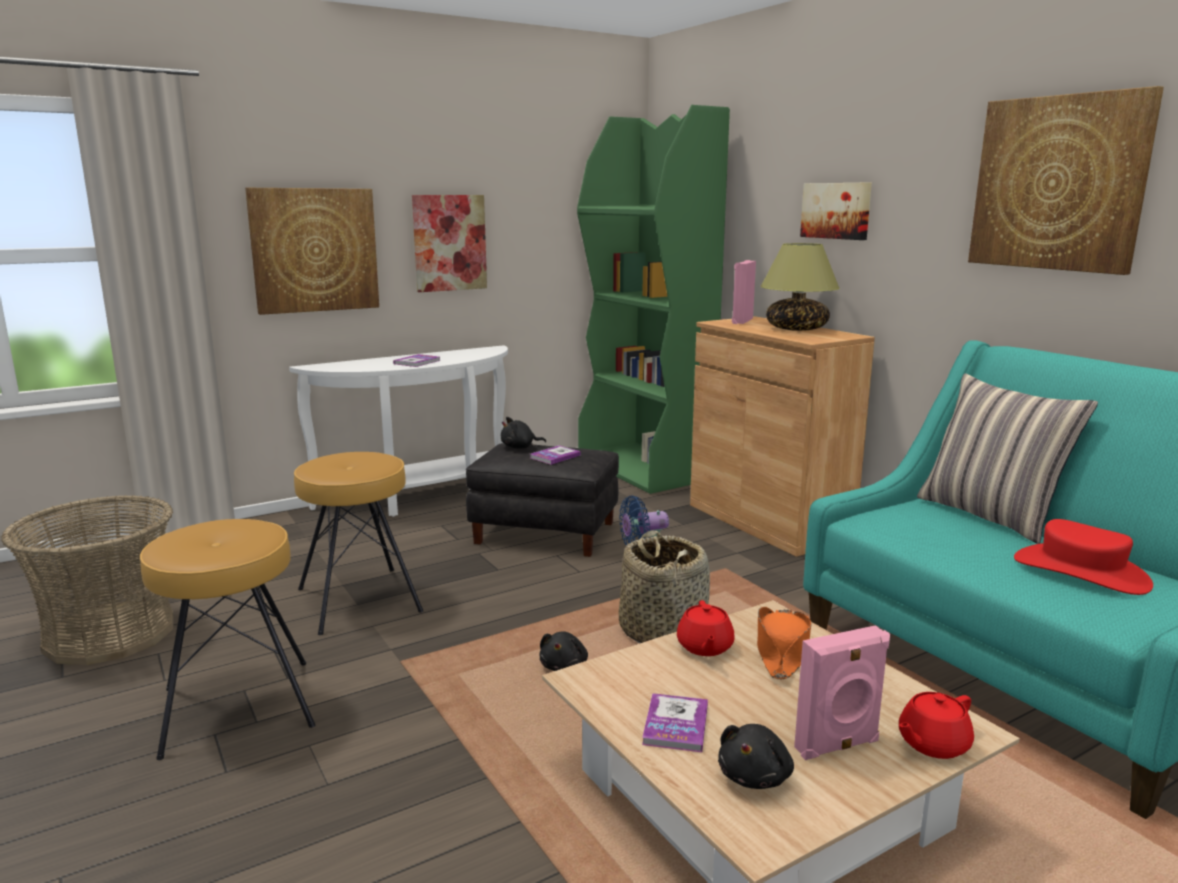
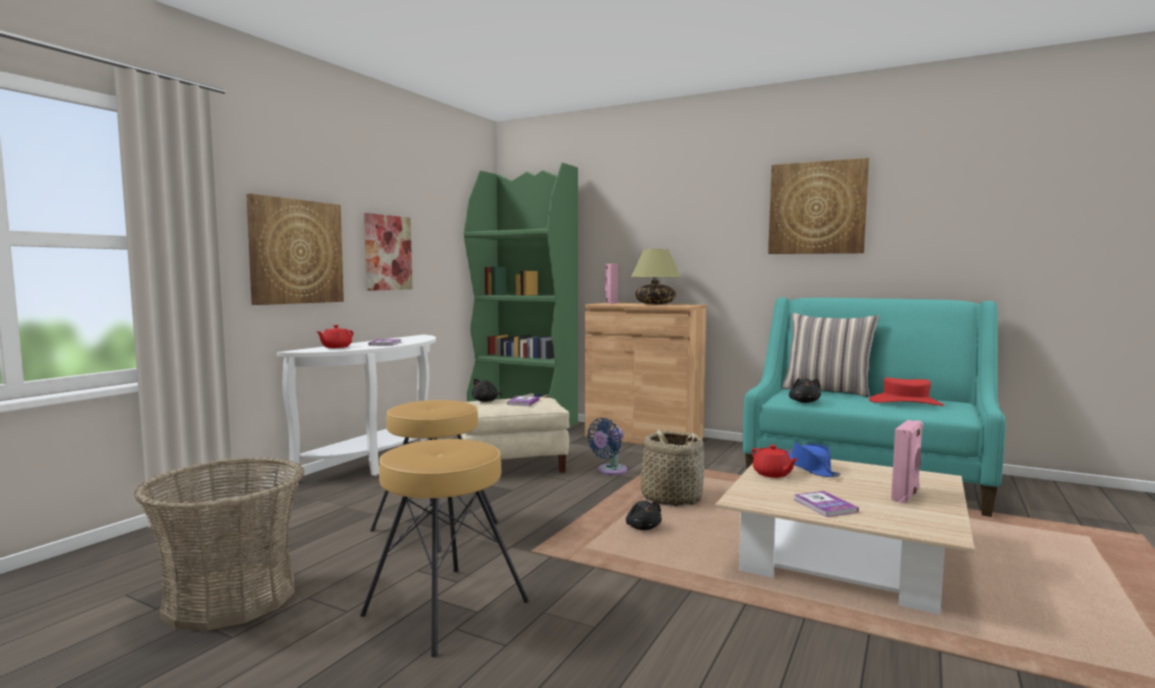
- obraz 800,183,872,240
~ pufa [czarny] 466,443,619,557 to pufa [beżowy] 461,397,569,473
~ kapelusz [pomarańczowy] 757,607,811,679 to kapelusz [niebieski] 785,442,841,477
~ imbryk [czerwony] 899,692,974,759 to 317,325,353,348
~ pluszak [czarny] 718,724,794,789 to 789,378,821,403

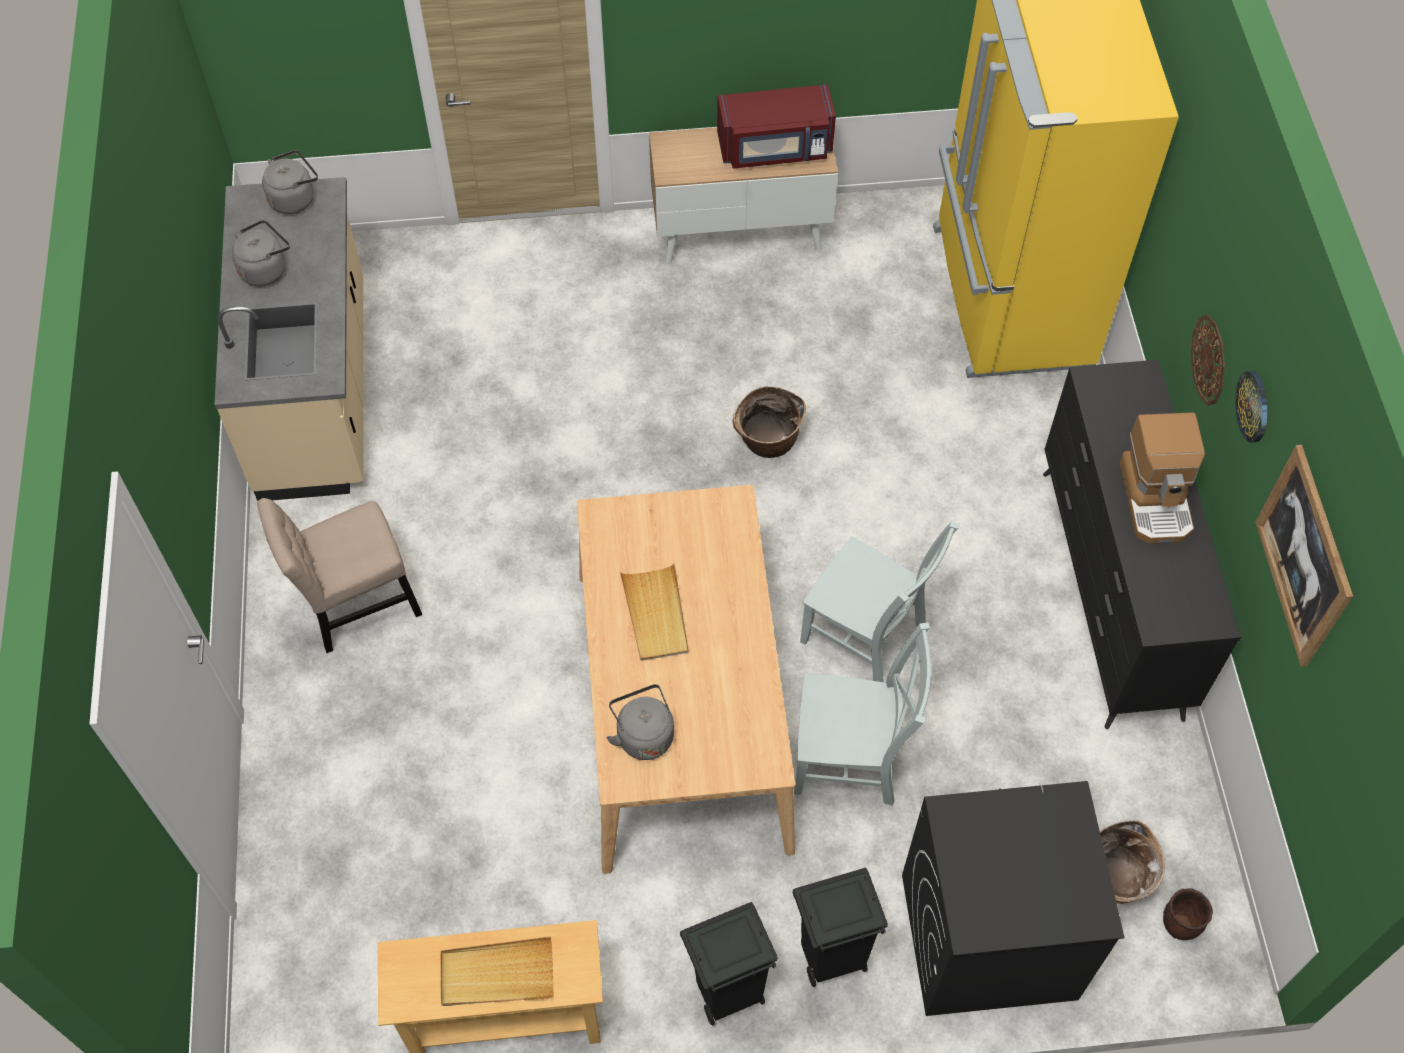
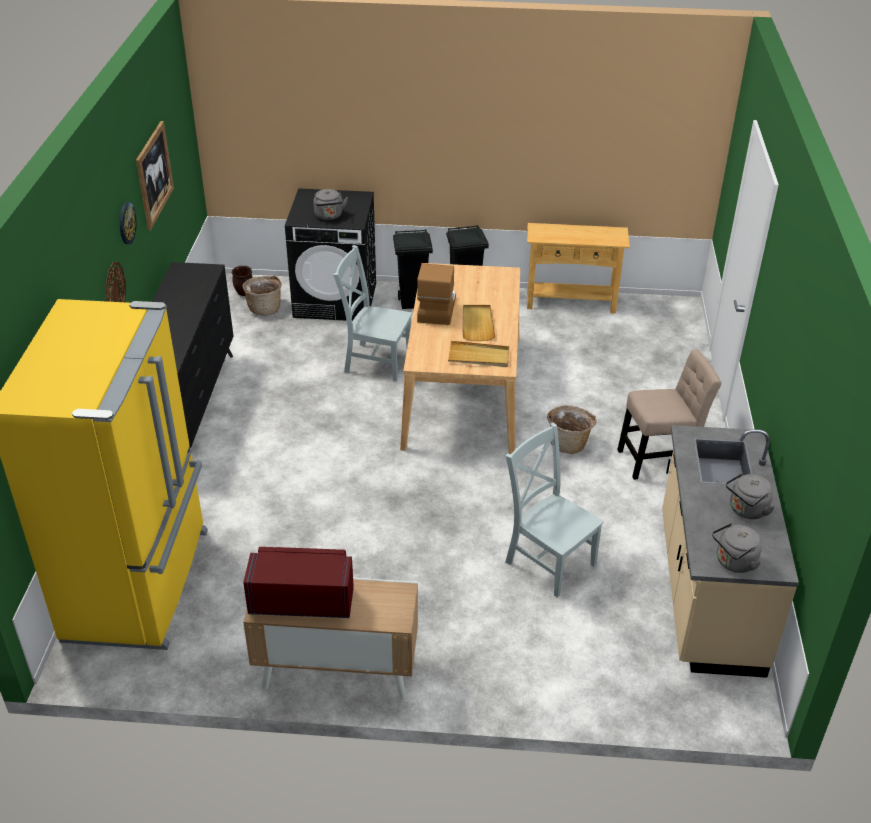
~ koszyk 732,386,806,458 to 547,405,596,454
~ ekspres do kawy 1120,412,1205,544 to 417,264,456,325
~ krzesło [szary] 800,521,960,682 to 505,422,604,598
~ czajnik [szary] 606,684,674,760 to 313,189,348,220
~ taca [beżowy] 440,937,554,1006 to 448,341,509,367

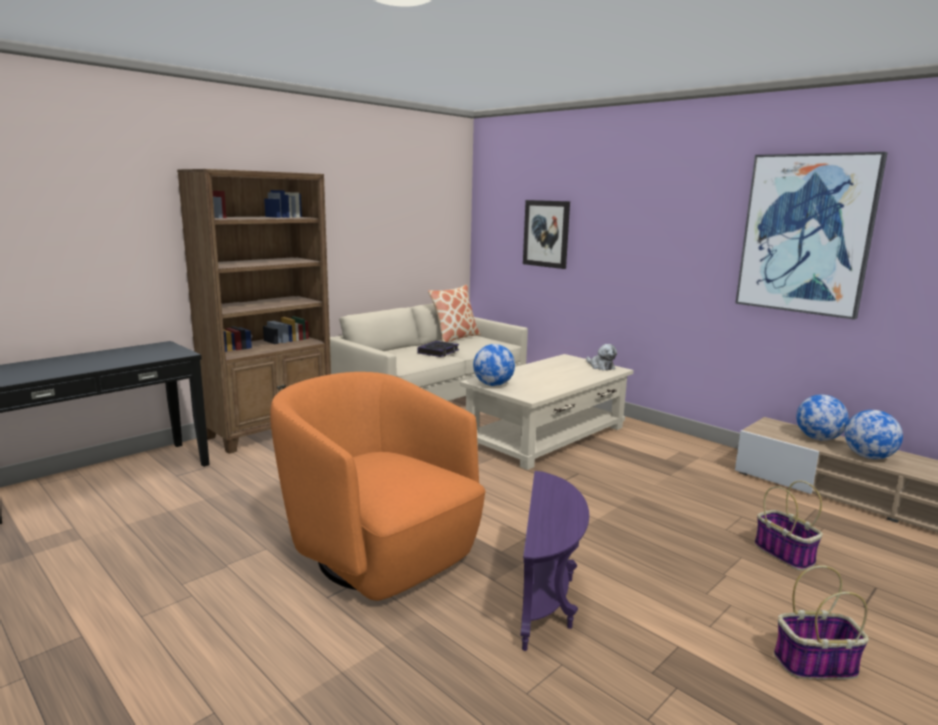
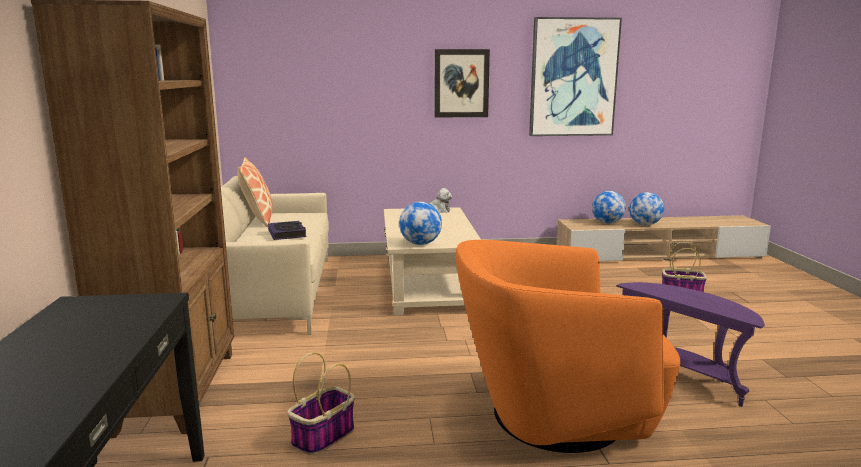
~ obraz 523,200,570,269 to 435,49,490,117
~ koszyk 774,565,869,680 to 287,352,355,455

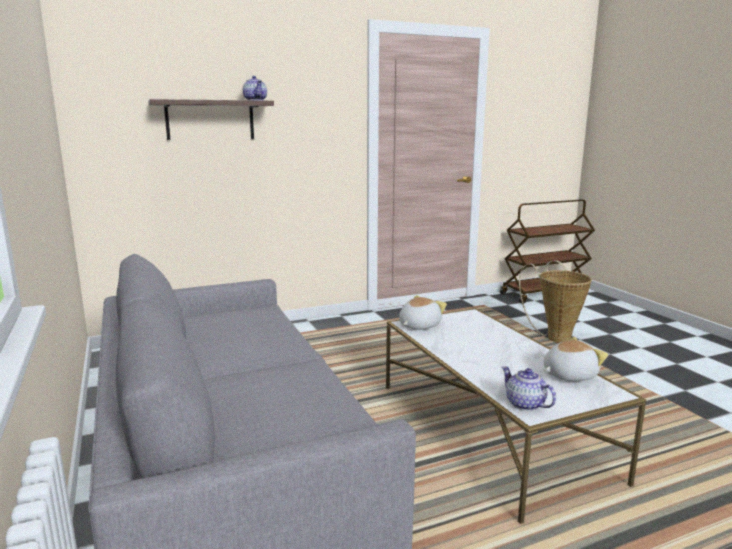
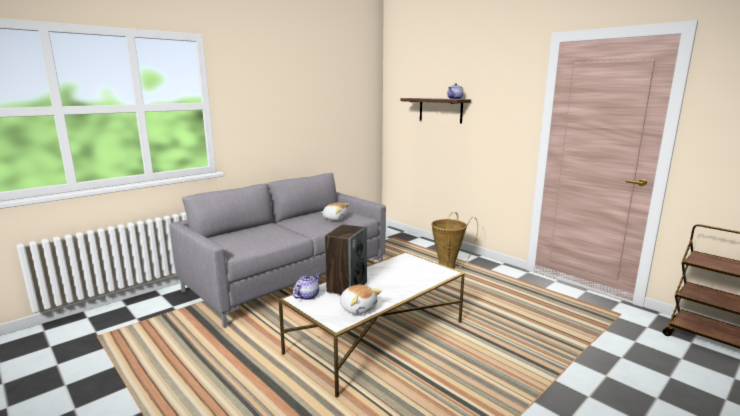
~ koszyk 519,260,592,343 to 432,212,478,269
~ pluszak 399,295,447,330 to 322,203,349,221
+ głośnik 325,224,367,295

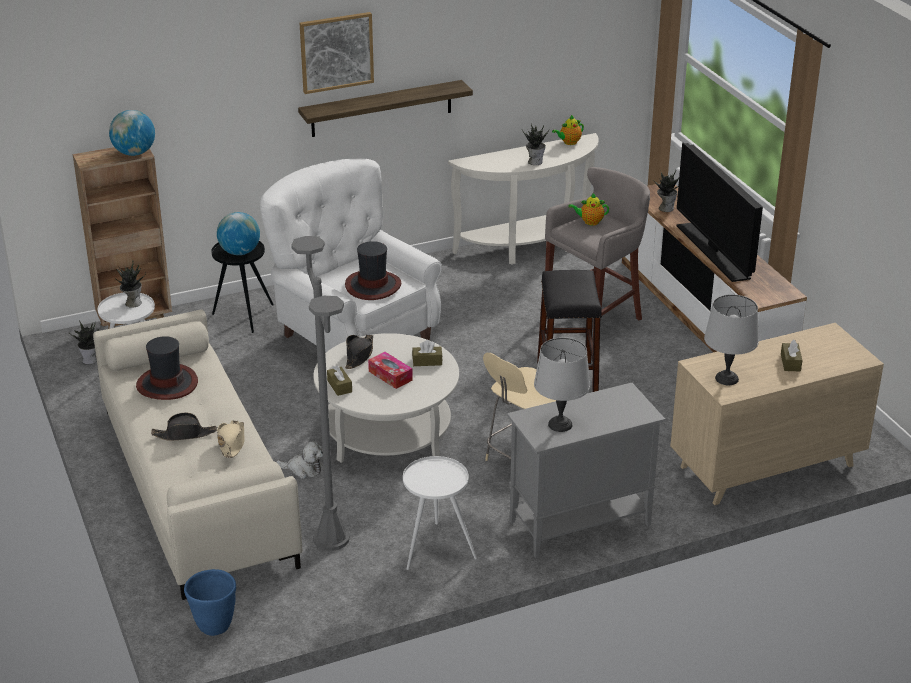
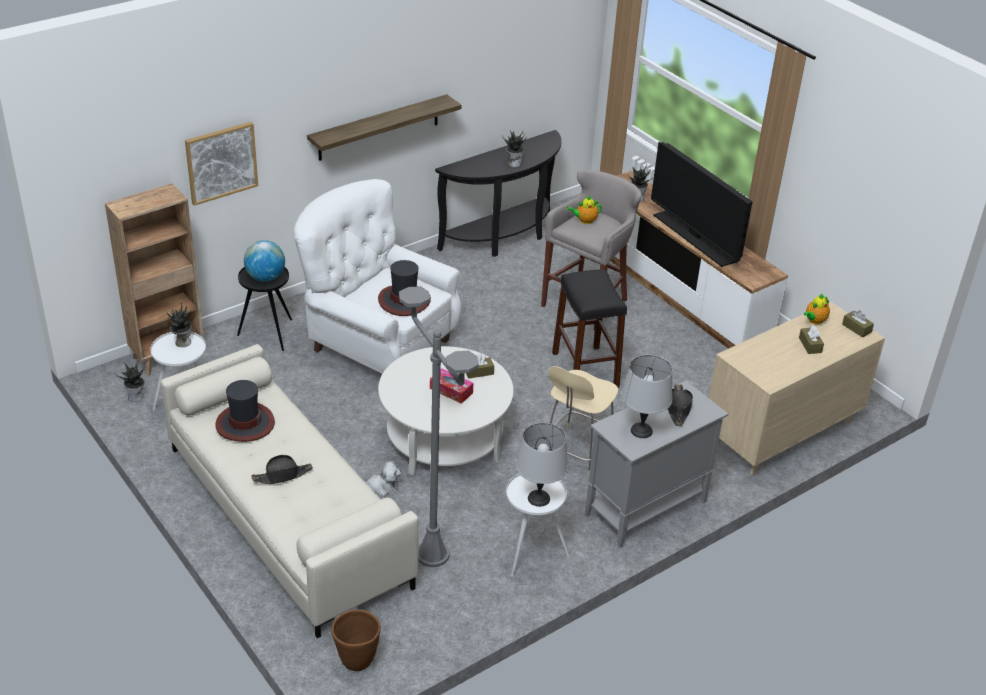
~ obraz 300,12,374,94 to 185,122,258,206
- globus 109,110,155,156
~ imbryk 552,115,584,145 to 804,294,830,324
~ stolik konsolowy [biały] 448,133,599,265 to stolik konsolowy [czarny] 435,130,562,257
~ lampa stołowa [szary] 704,294,759,385 to 516,423,568,507
~ kapelusz [czarny] 345,335,373,369 to 668,384,693,426
~ pudełko chusteczek [brązowy] 327,365,352,396 to 842,310,874,337
- kapelusz [beżowy] 217,420,245,458
~ donica [niebieski] 184,569,236,636 to donica [brązowy] 331,609,381,671

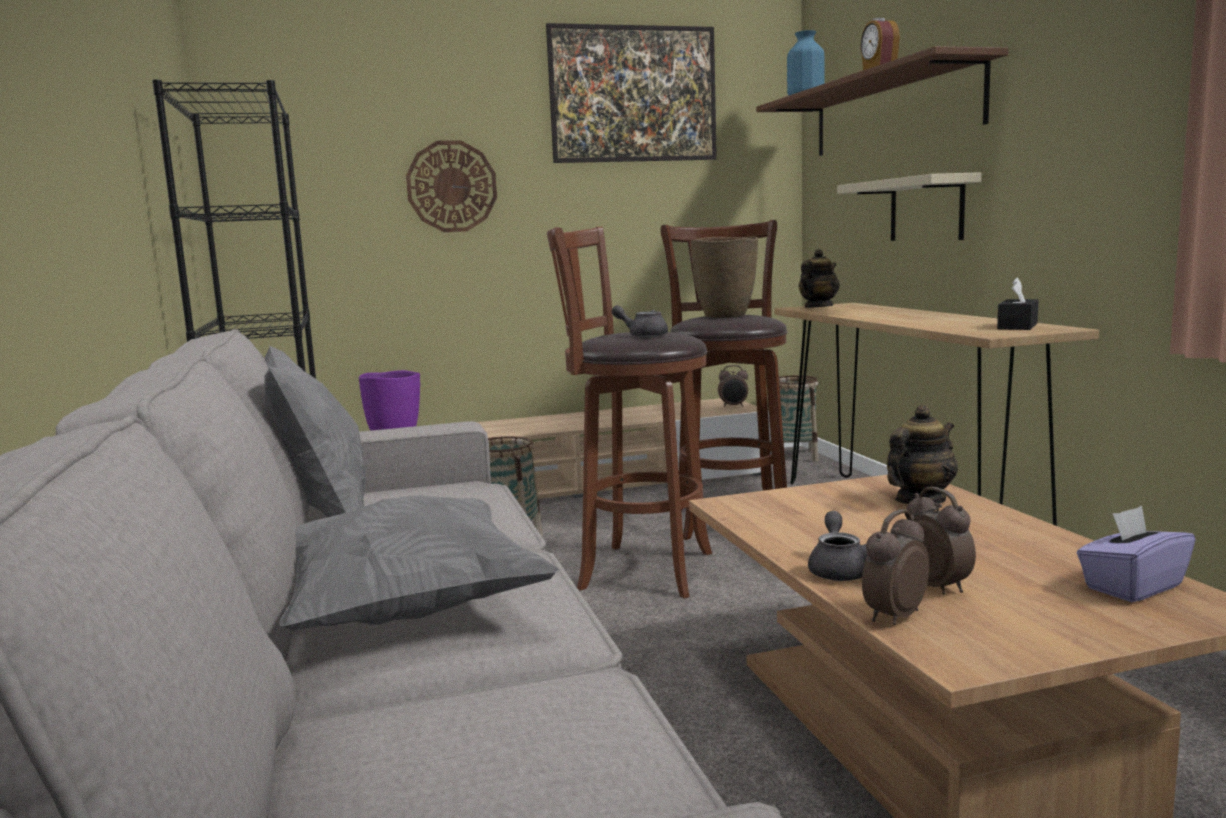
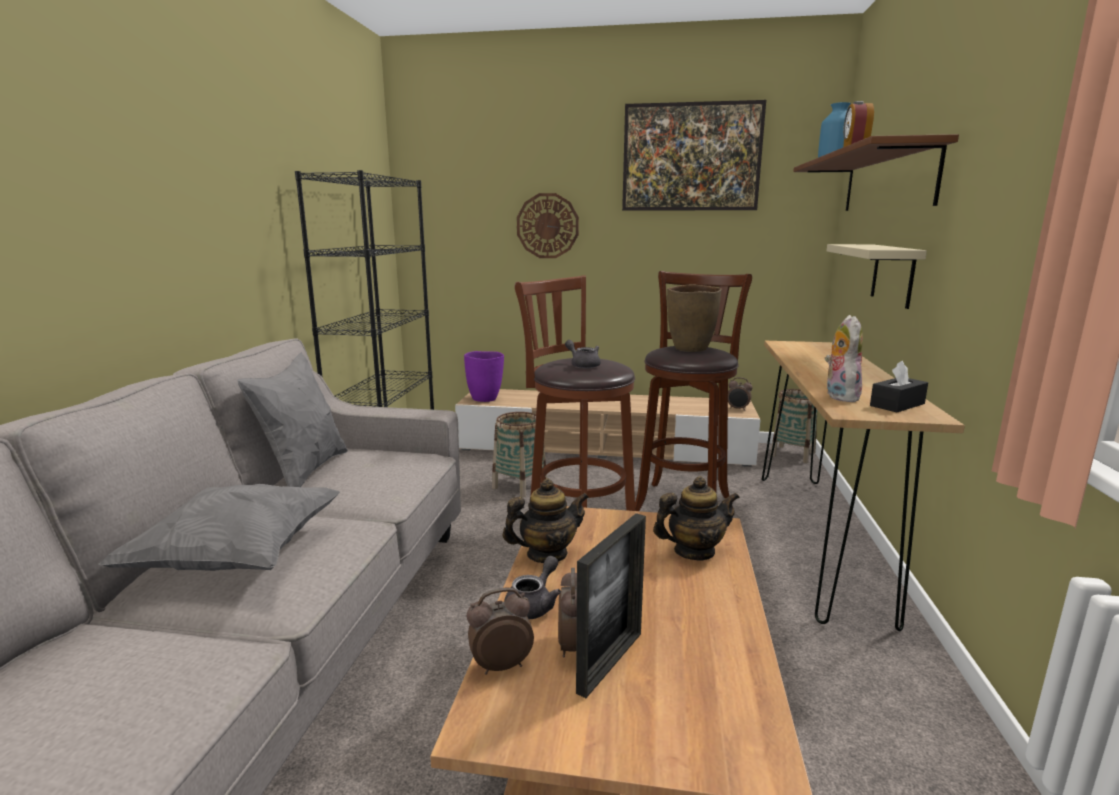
~ imbryk 799,249,840,308 to 503,478,589,563
- pudełko chusteczek [fioletowy] 1077,506,1196,602
+ pluszak 825,315,863,402
+ ramka na zdjęcie 576,513,646,698

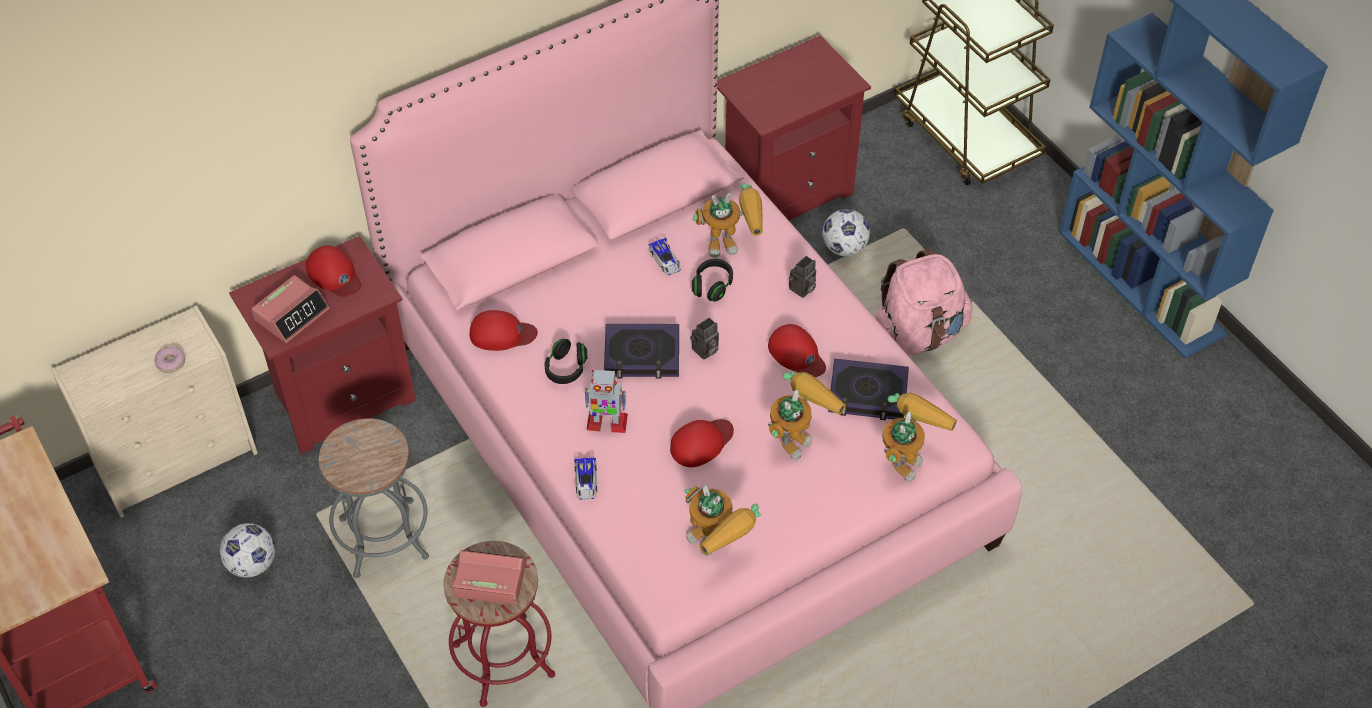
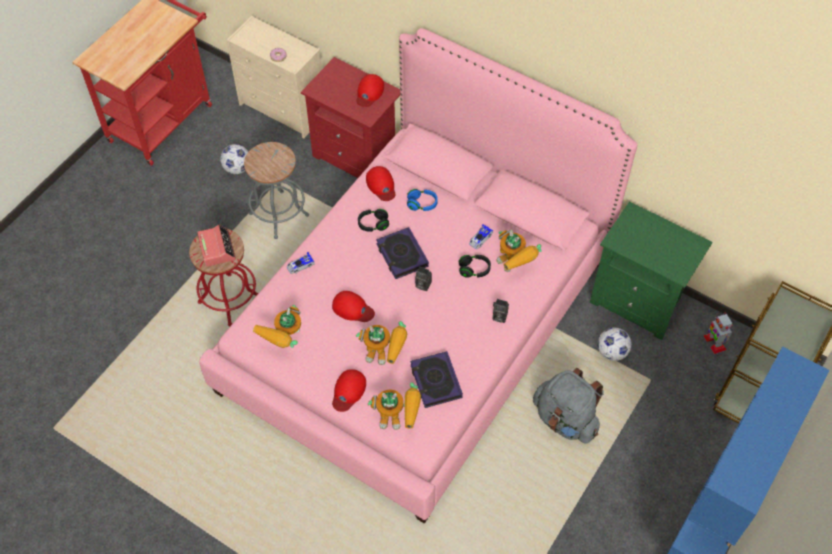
~ szafka nocna [czerwony] 717,35,871,220 to szafka nocna [zielony] 590,201,713,340
~ plecak [różowy] 874,249,973,355 to plecak [szary] 533,368,604,444
- budzik 252,275,330,343
~ czapka z daszkiem [czerwony] 768,324,826,377 to 332,369,366,412
~ robot zabawkowy 584,370,628,433 to 703,313,733,354
+ słuchawki [niebieski] 407,189,438,211

